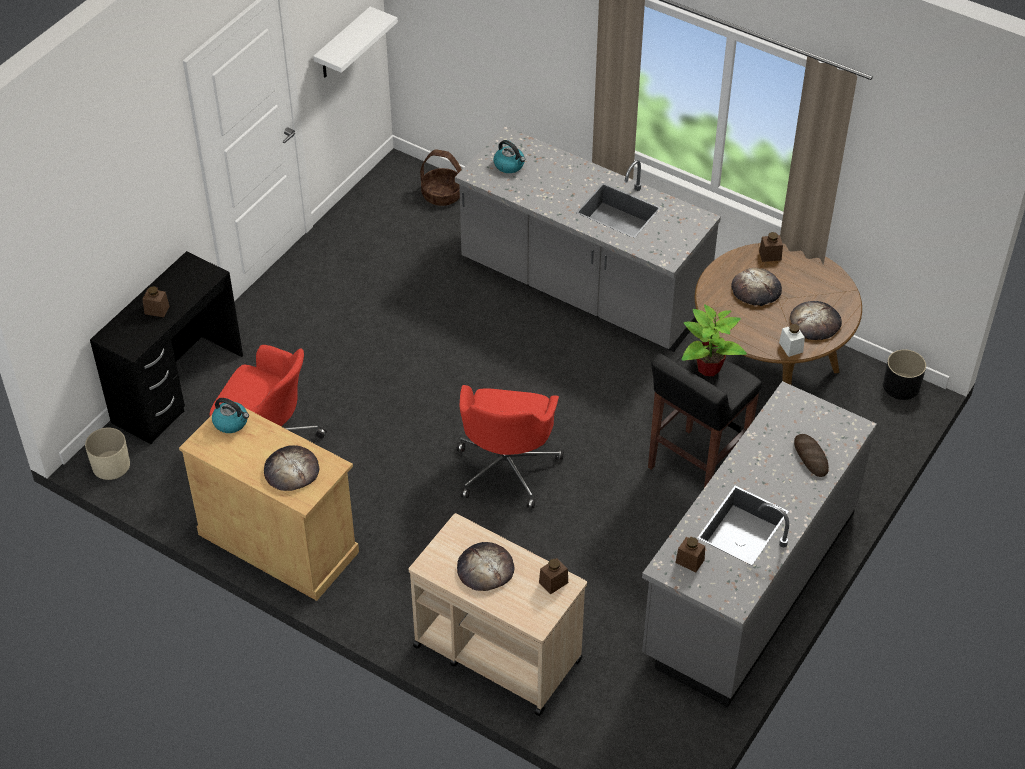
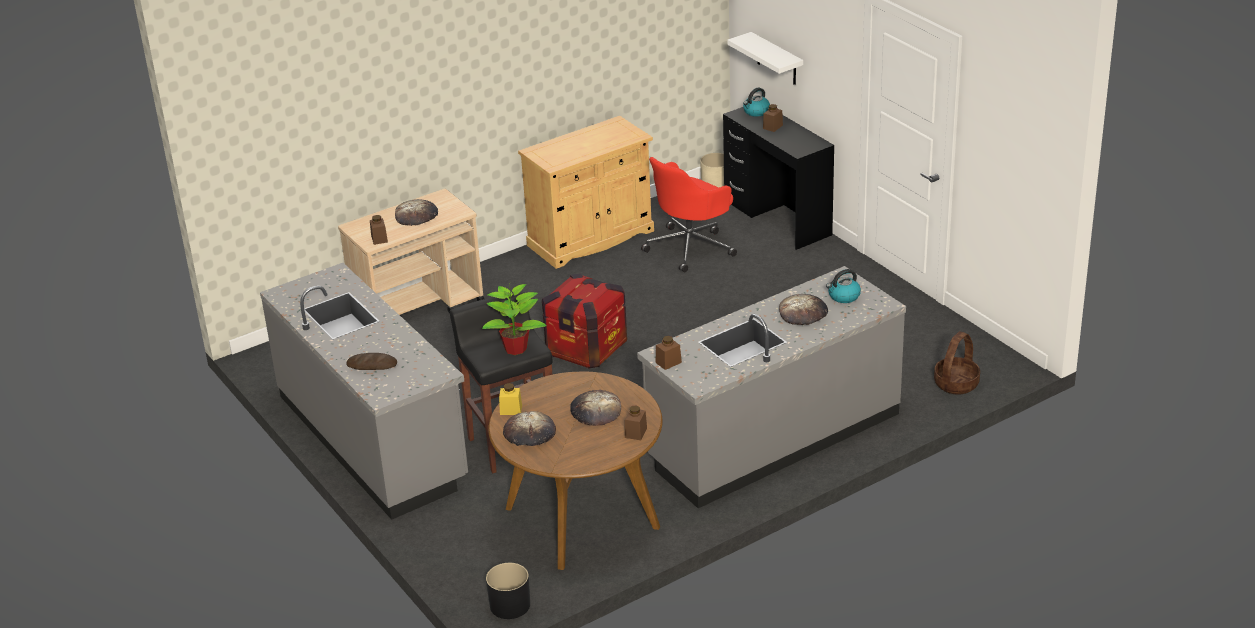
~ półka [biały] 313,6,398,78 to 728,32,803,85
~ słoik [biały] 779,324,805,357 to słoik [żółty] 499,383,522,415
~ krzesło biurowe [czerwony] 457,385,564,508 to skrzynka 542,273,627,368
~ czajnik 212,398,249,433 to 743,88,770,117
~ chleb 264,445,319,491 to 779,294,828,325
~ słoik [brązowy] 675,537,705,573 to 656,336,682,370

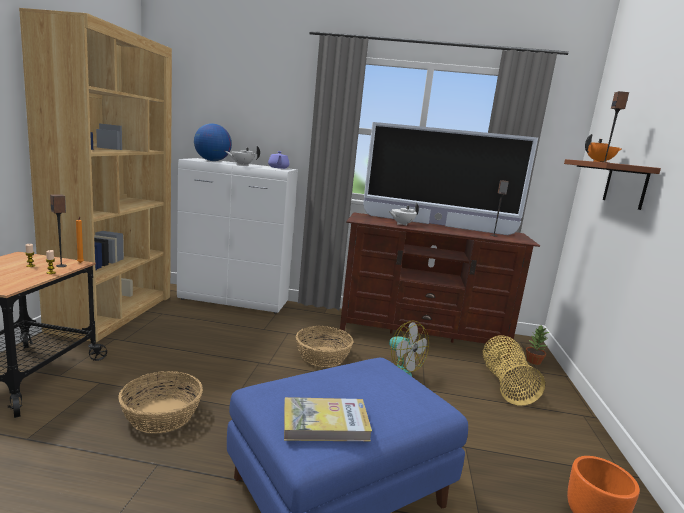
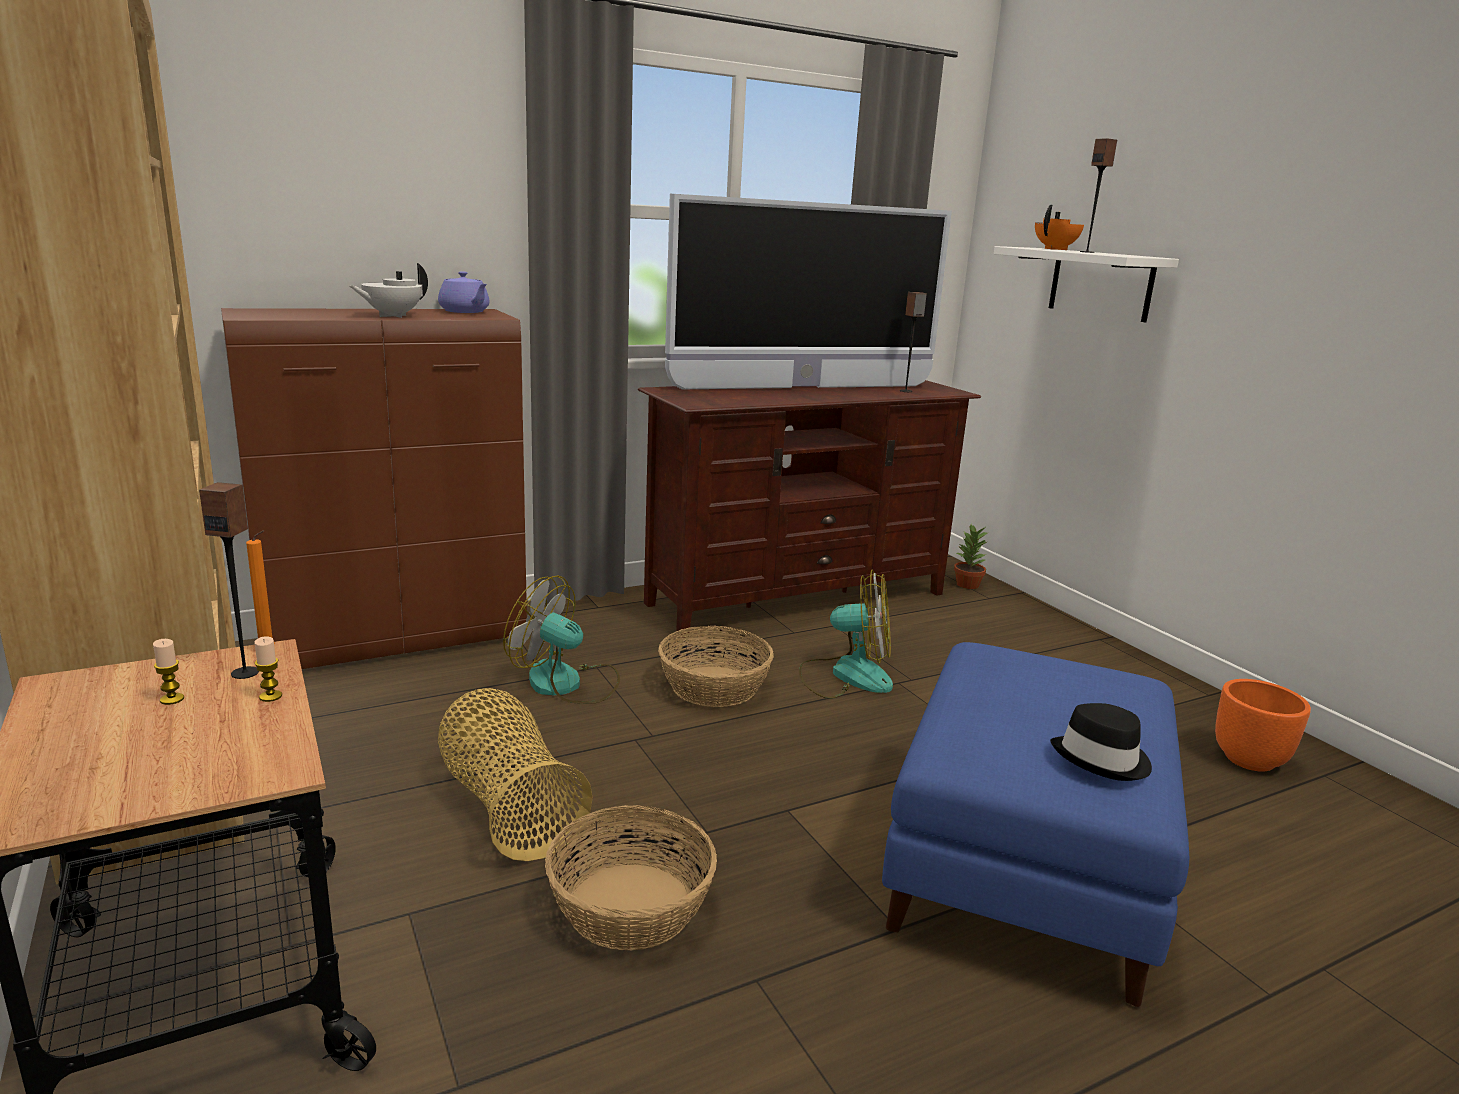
- globus 194,123,232,161
~ szafka [biały] 177,158,298,314 to szafka [brązowy] 221,308,527,669
~ półka [brązowy] 564,159,661,210 to półka [biały] 994,246,1179,322
- imbryk [biały] 388,203,419,226
~ koszyk 483,335,545,406 to 438,688,593,861
~ książka 284,397,372,441 to kapelusz [czarny] 1050,703,1152,781
+ wentylator 503,575,620,704

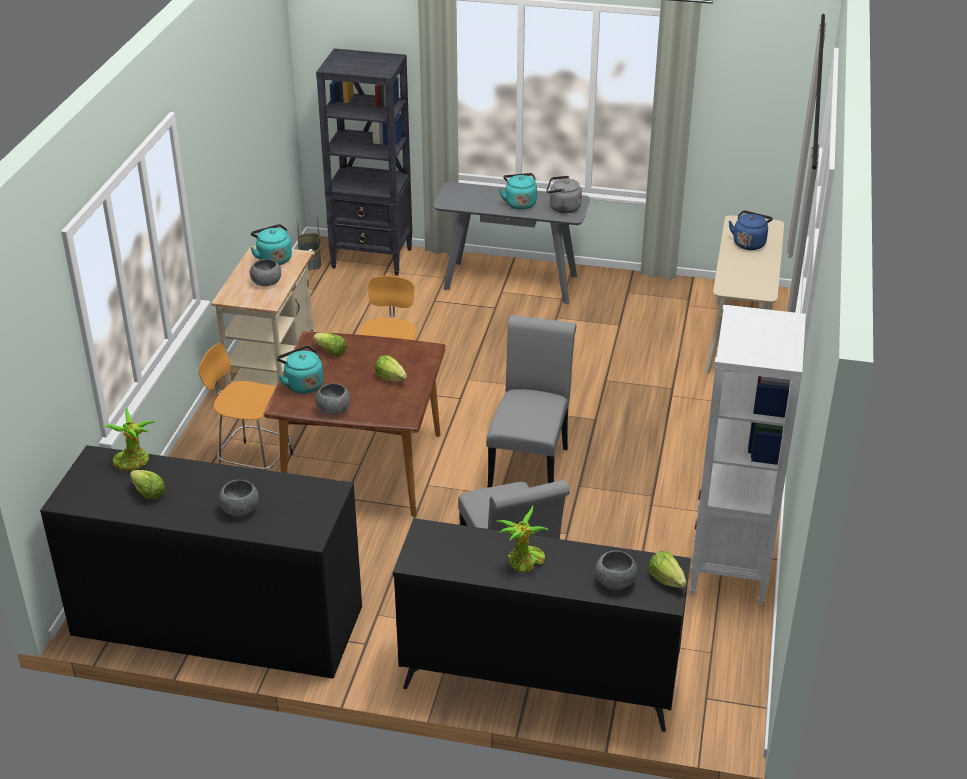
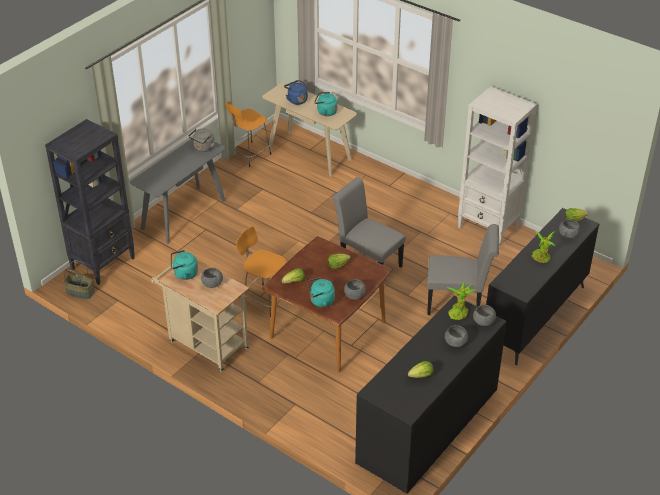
~ czajnik [turkusowy] 499,173,537,210 to 314,92,338,116
~ stołek [pomarańczowy] 199,343,293,470 to 225,102,271,167
~ roślina doniczkowa 102,407,155,471 to 447,281,476,320
+ miska [szary] 473,305,496,326

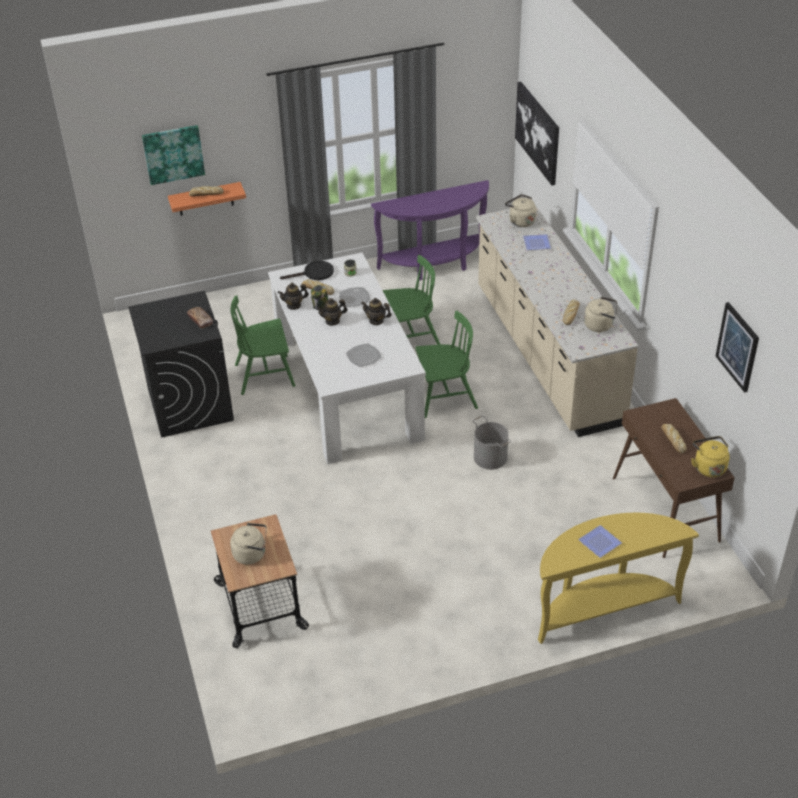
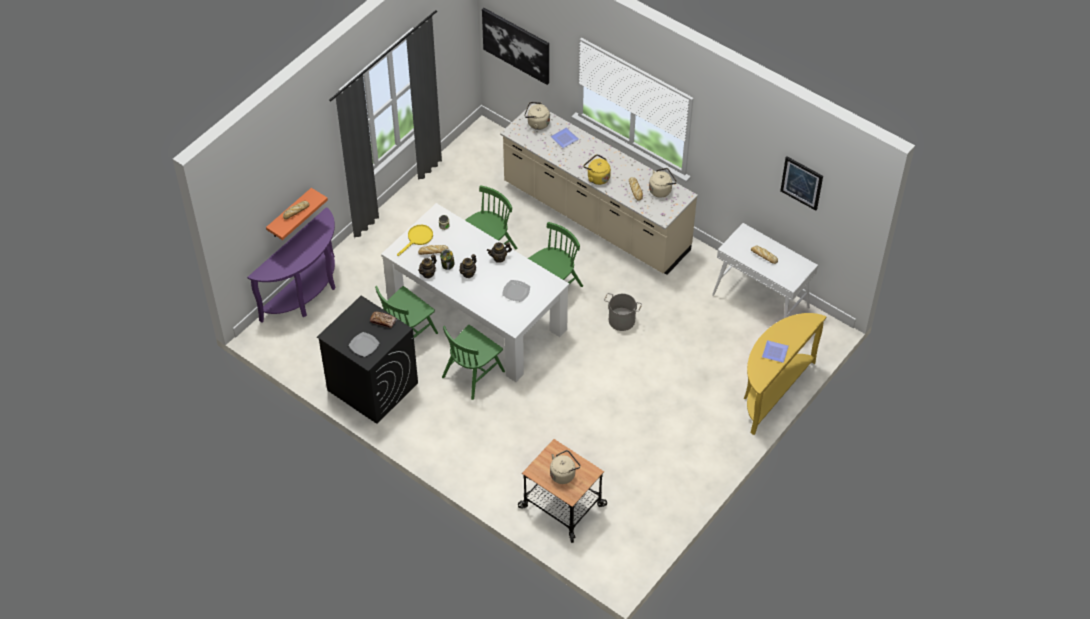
- obraz 142,125,205,185
~ stolik konsolowy [fioletowy] 371,180,489,280 to 247,207,335,322
~ patelnia [czarny] 280,261,334,280 to patelnia [żółty] 397,225,433,256
~ talerz 339,287,370,307 to 349,332,379,357
~ stolik konsolowy [brązowy] 613,398,735,558 to stolik konsolowy [biały] 712,223,818,318
~ czajnik [żółty] 691,436,730,477 to 583,154,611,185
+ krzesło [zielony] 442,325,505,400

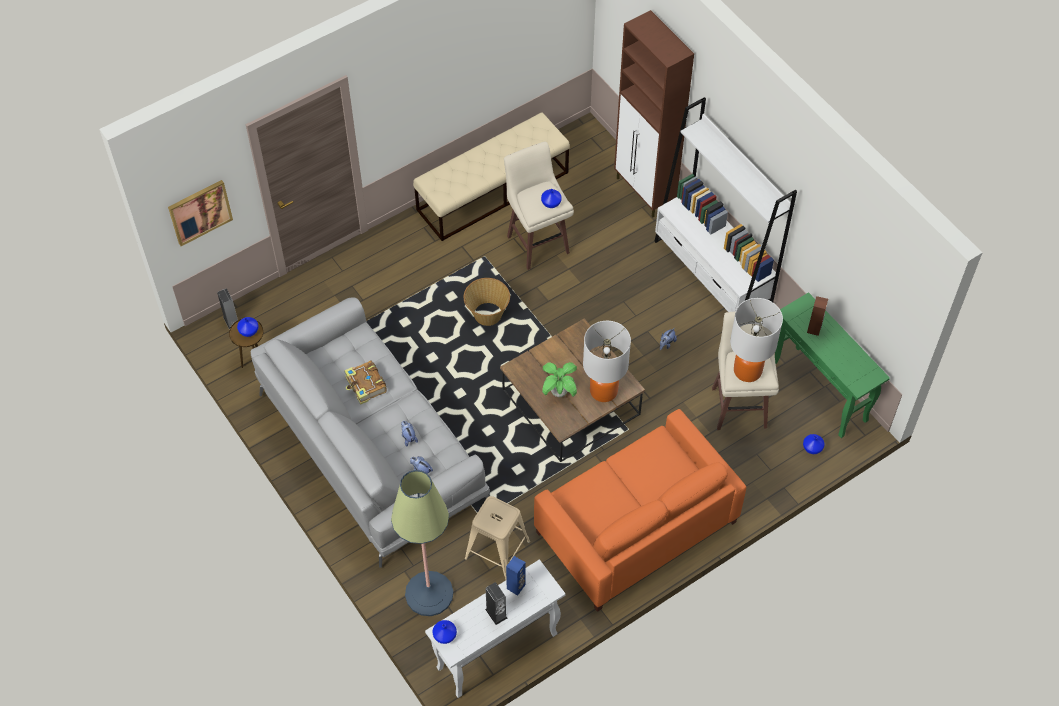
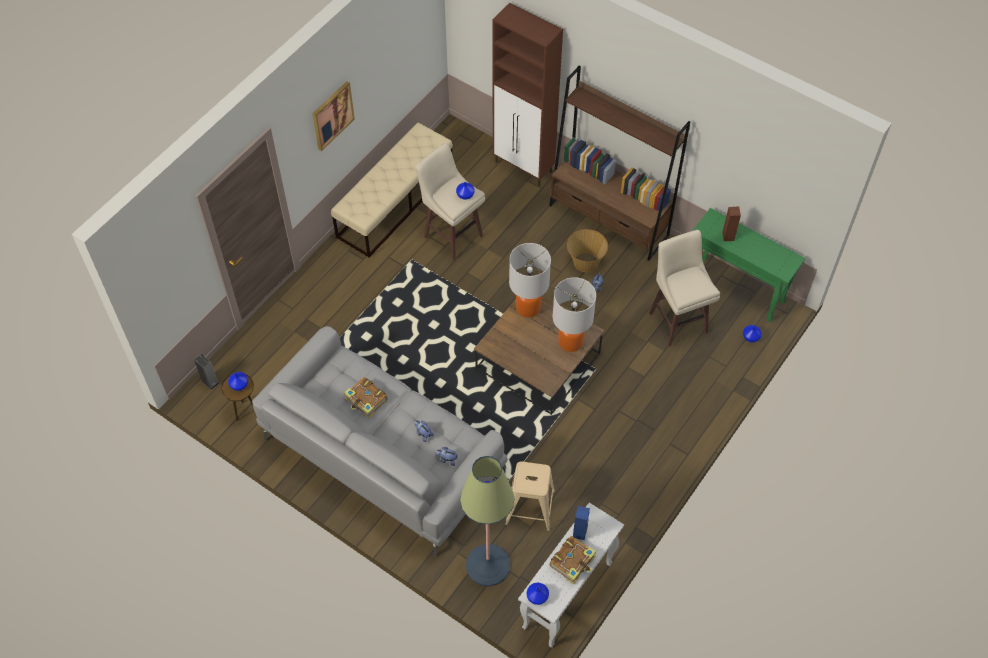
~ regał [biały] 654,97,797,312 to regał [brązowy] 549,65,690,261
~ obraz 168,180,233,246 to 313,81,355,151
~ koszyk 464,278,510,326 to 567,229,608,272
~ lampa stołowa 730,298,783,382 to 509,243,551,317
- roślina doniczkowa 542,362,577,397
- kanapa [pomarańczowy] 534,409,746,612
~ głośnik 485,582,507,625 to książka 550,536,596,585

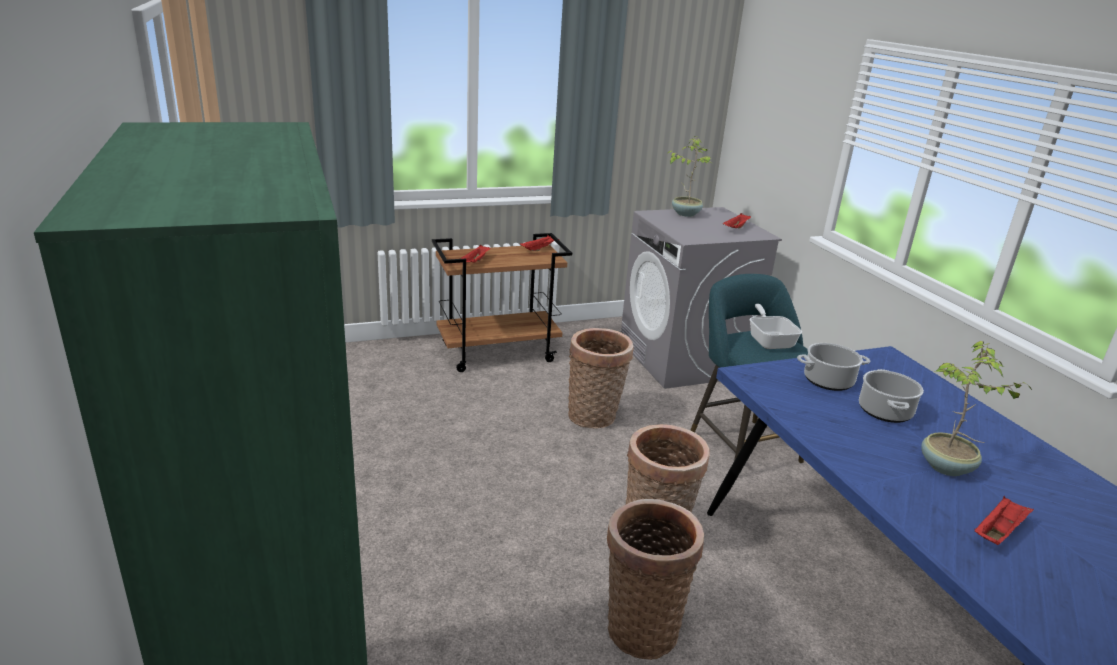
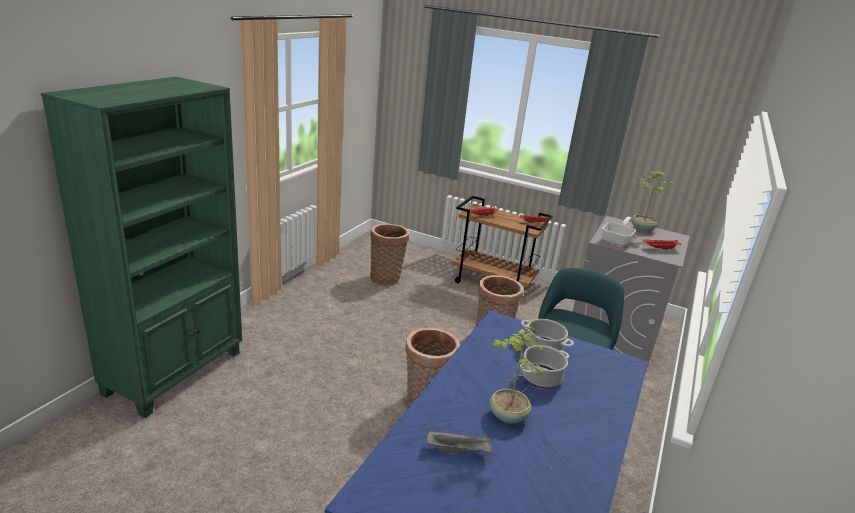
~ patelnia 750,304,802,349 to 602,217,636,246
~ taca [czerwony] 975,496,1034,545 to taca [szary] 427,430,492,453
~ koszyk 607,499,704,660 to 370,224,409,286

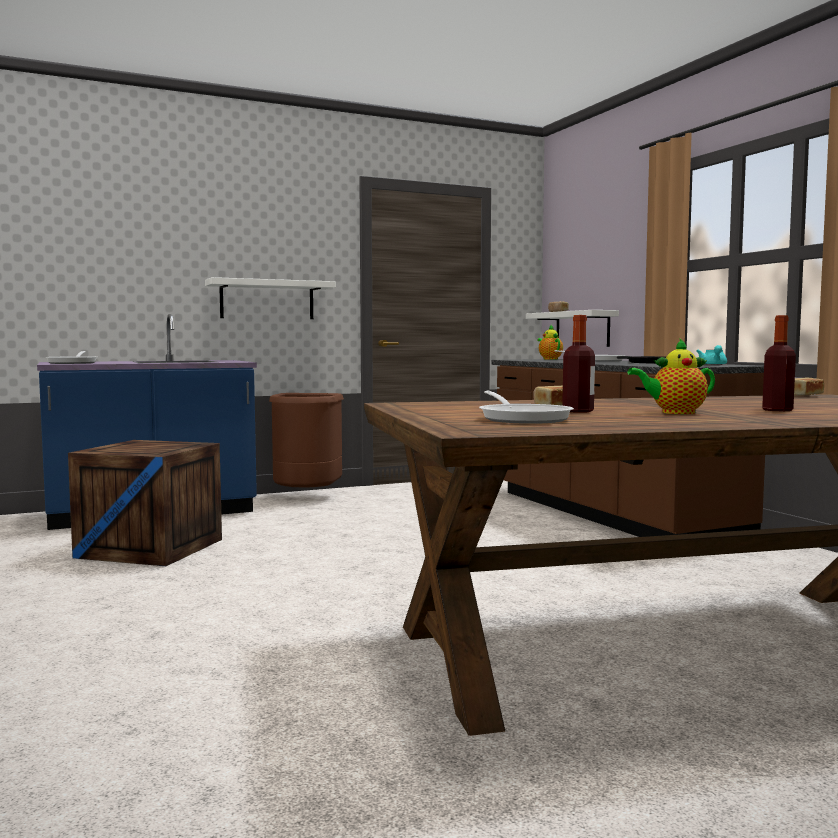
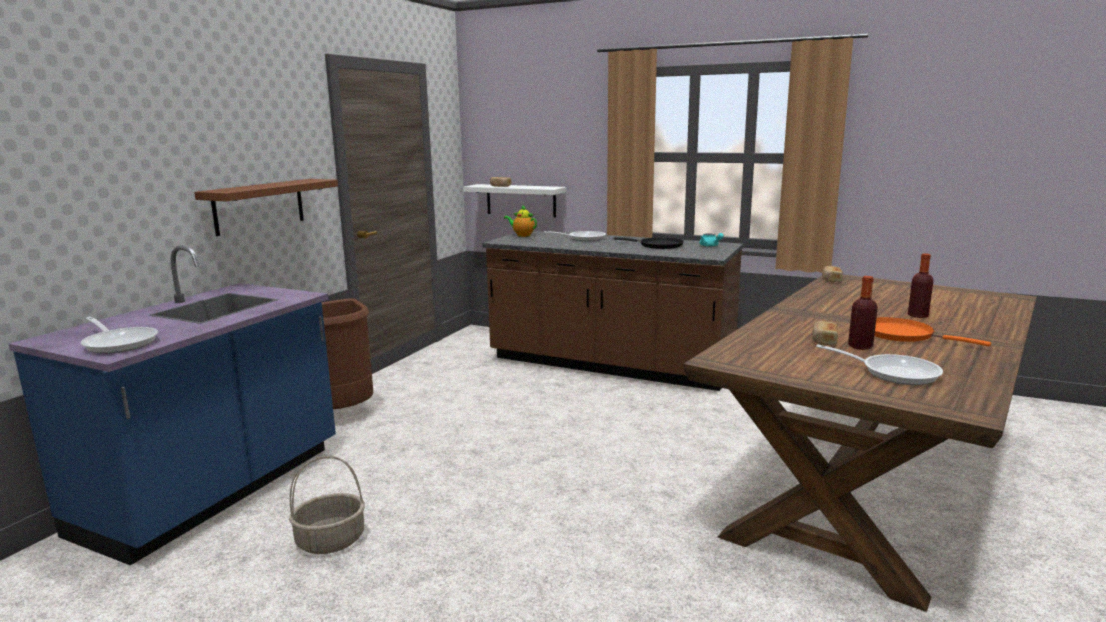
~ półka [biały] 205,277,336,319 to półka [brązowy] 194,179,338,236
~ imbryk 627,338,715,414 to patelnia [pomarańczowy] 874,317,991,346
~ skrzynka 68,440,222,566 to koszyk 289,456,365,554

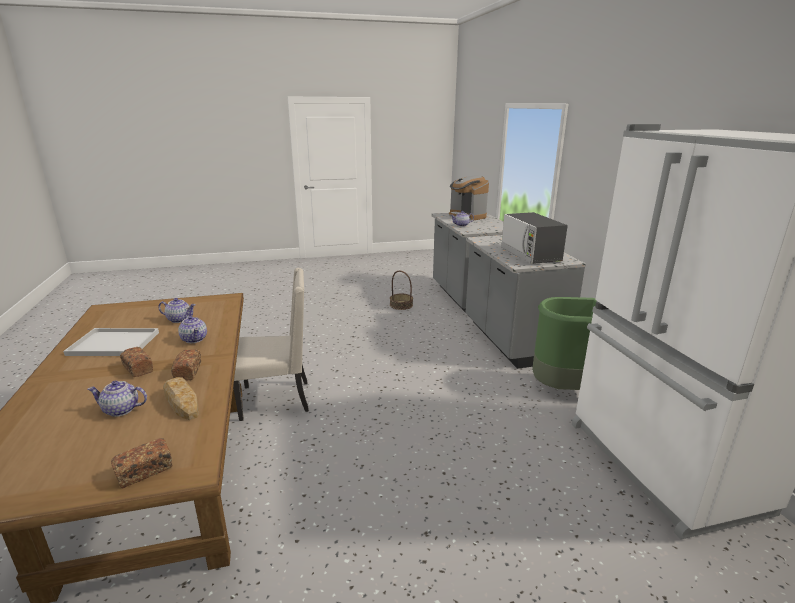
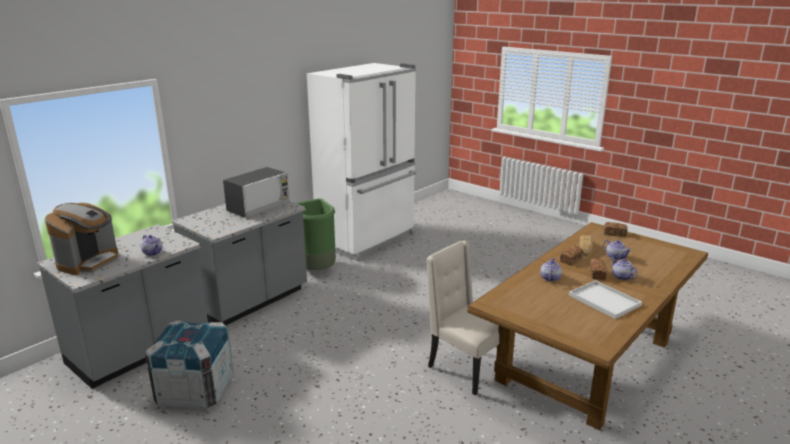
~ koszyk 390,271,413,310 to skrzynka 145,320,233,410
~ imbryk 158,298,196,323 to 611,257,638,280

